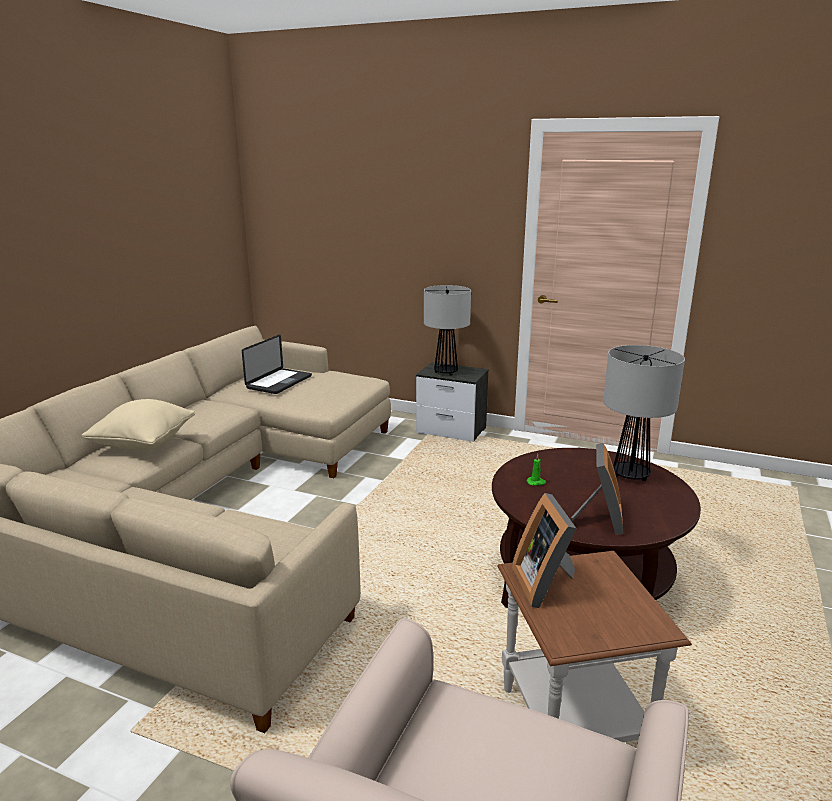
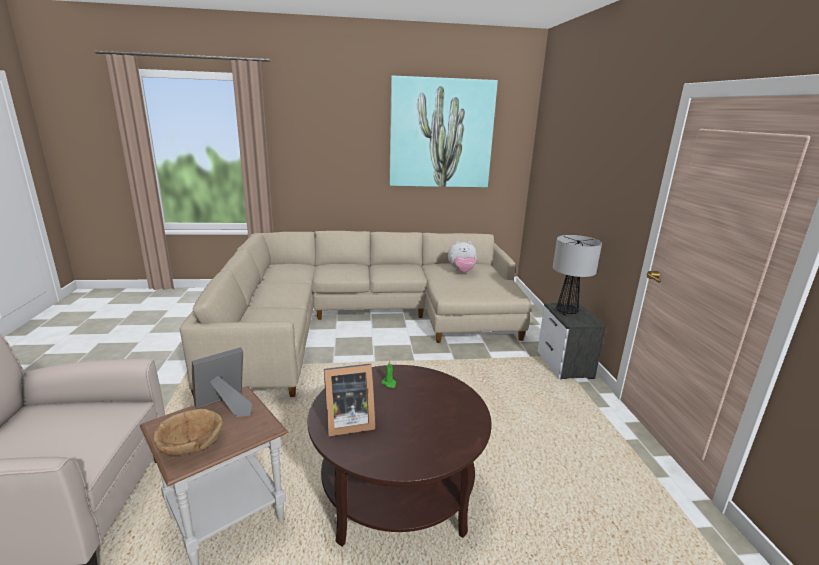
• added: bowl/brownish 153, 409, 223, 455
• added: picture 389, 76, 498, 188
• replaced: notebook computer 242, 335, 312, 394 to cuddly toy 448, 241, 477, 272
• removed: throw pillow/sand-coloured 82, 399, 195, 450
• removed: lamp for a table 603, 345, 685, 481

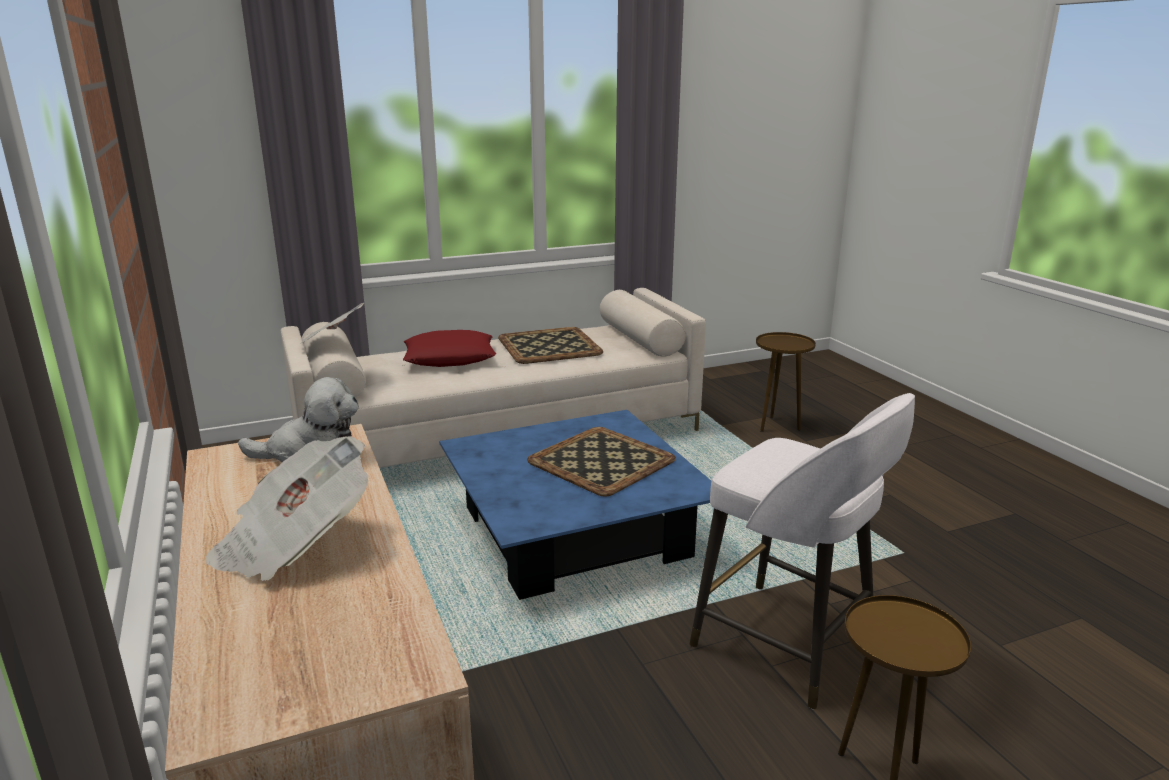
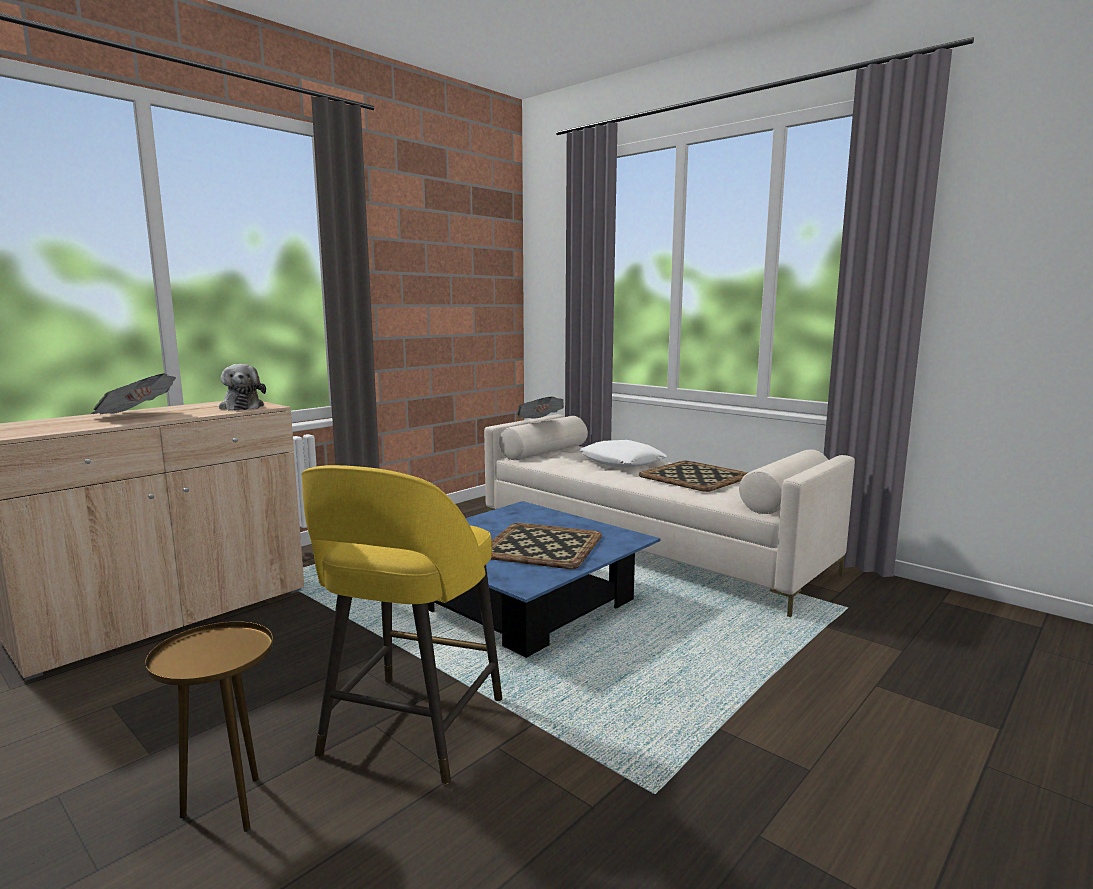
• recoloured: sitting stool/white-coloured 690, 393, 915, 709 to sitting stool/yellow 301, 465, 502, 784
• recoloured: throw pillow/reddish 403, 330, 496, 367 to throw pillow/white-coloured 579, 440, 667, 467
• removed: accent table/brownish 756, 332, 816, 432

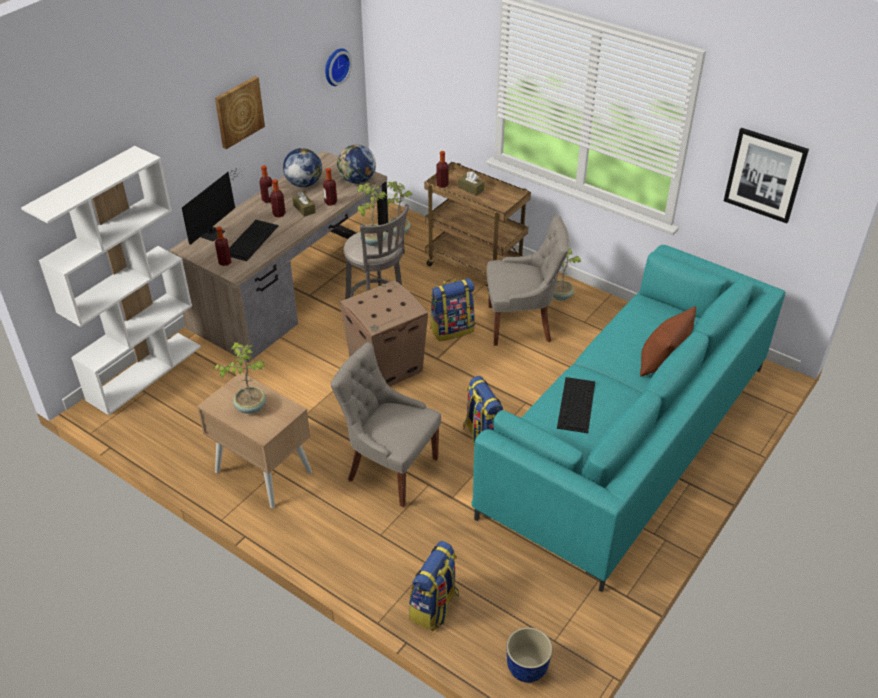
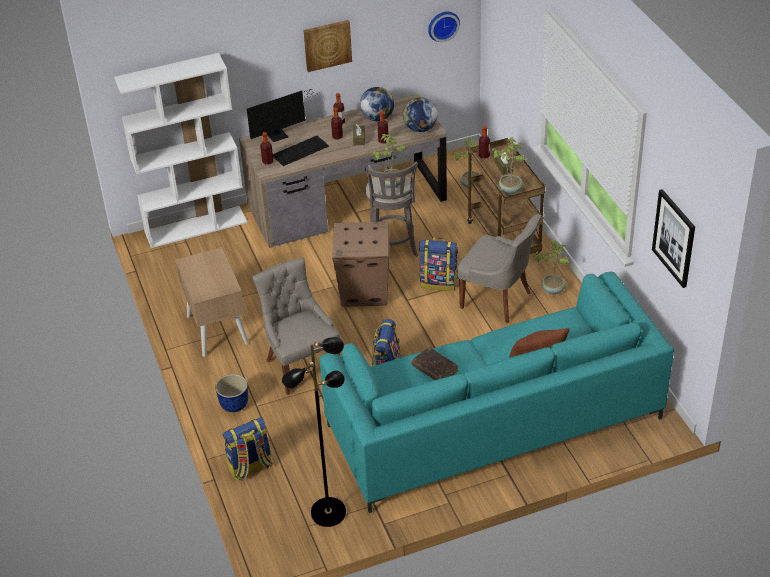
• moved: plant pot 506, 627, 553, 683 to 215, 374, 248, 412
• added: standard lamp/blackish 282, 337, 346, 527
• replaced: PC keyboard 557, 377, 595, 433 to volume/brownish 411, 347, 458, 380
• moved: potted plant 214, 342, 266, 414 to 491, 137, 526, 194

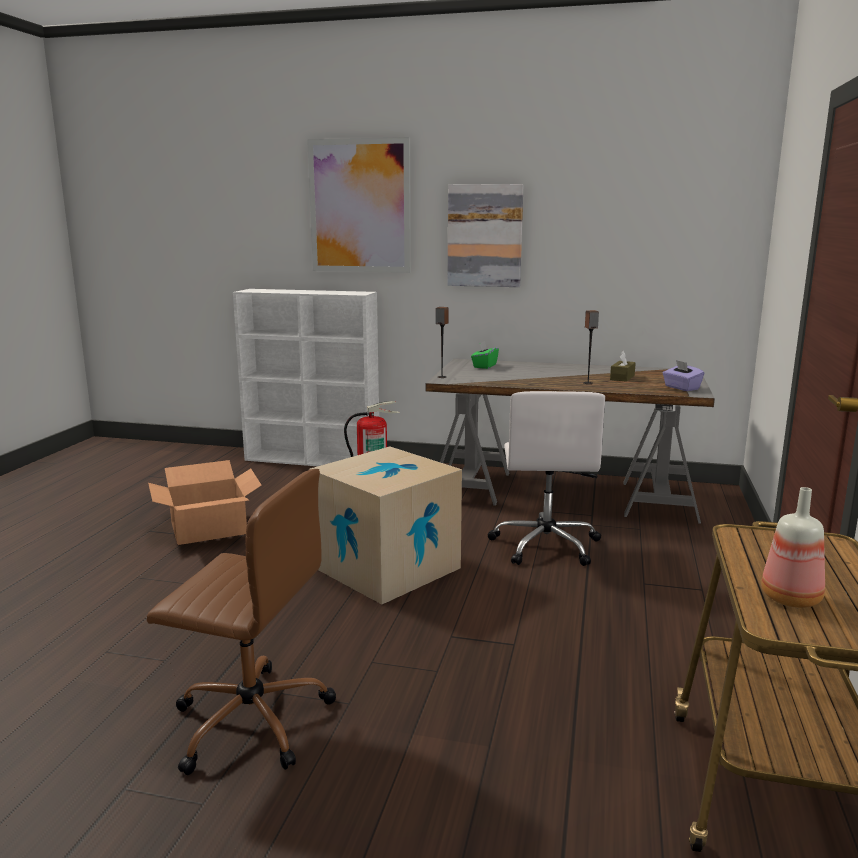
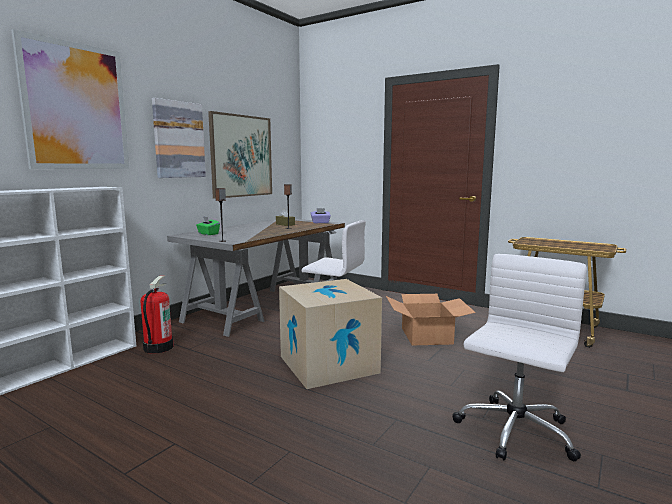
• added: picture 208, 111, 272, 199
• moved: cardboard box 148, 460, 262, 545 to 386, 294, 476, 345
• recoloured: computer chair/brownish 147, 469, 336, 775 to computer chair/white-coloured 453, 254, 587, 461
• removed: beverage bottle 761, 487, 825, 608

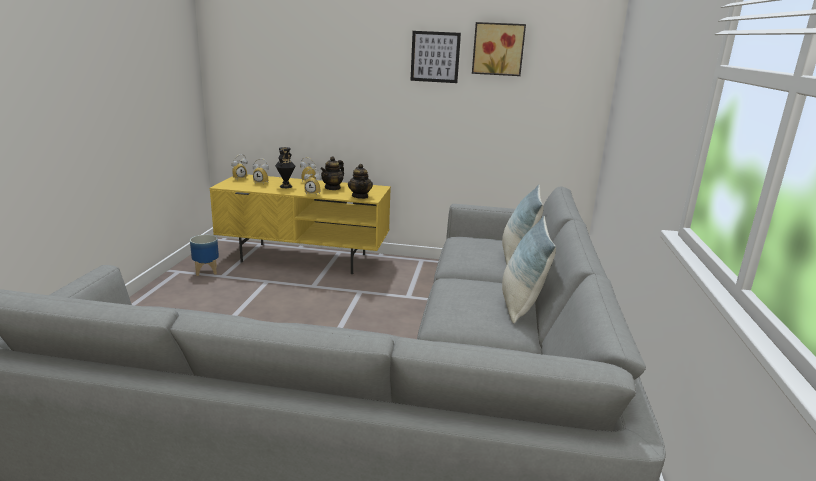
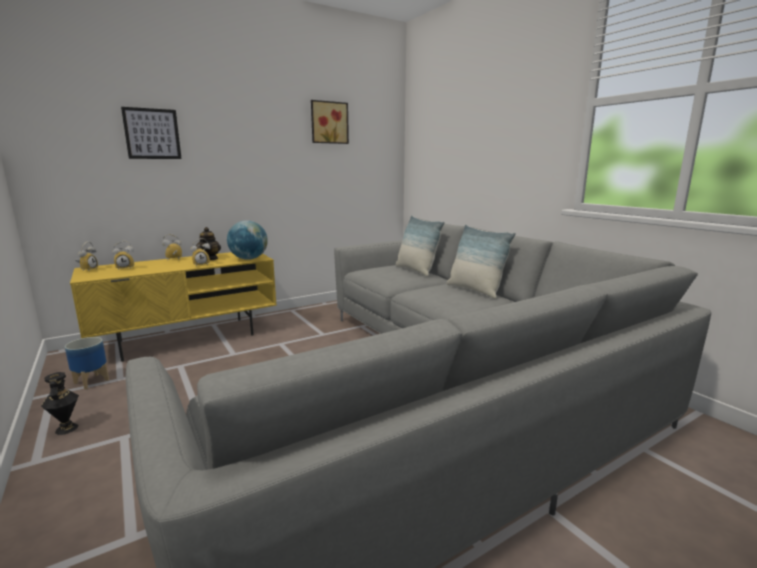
• moved: vase/blackish 275, 147, 296, 188 to 41, 372, 79, 435
• moved: picture 410, 31, 461, 83 to 121, 107, 182, 159
• replaced: tea pot 348, 164, 373, 199 to world globe 227, 220, 268, 260

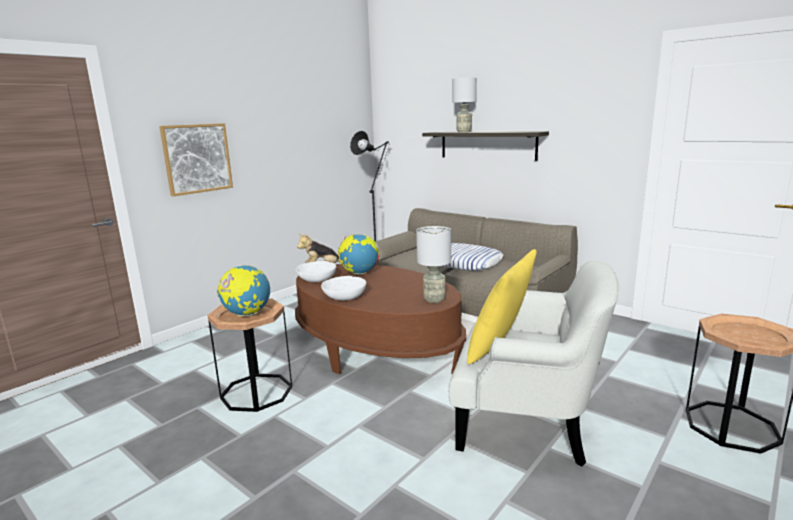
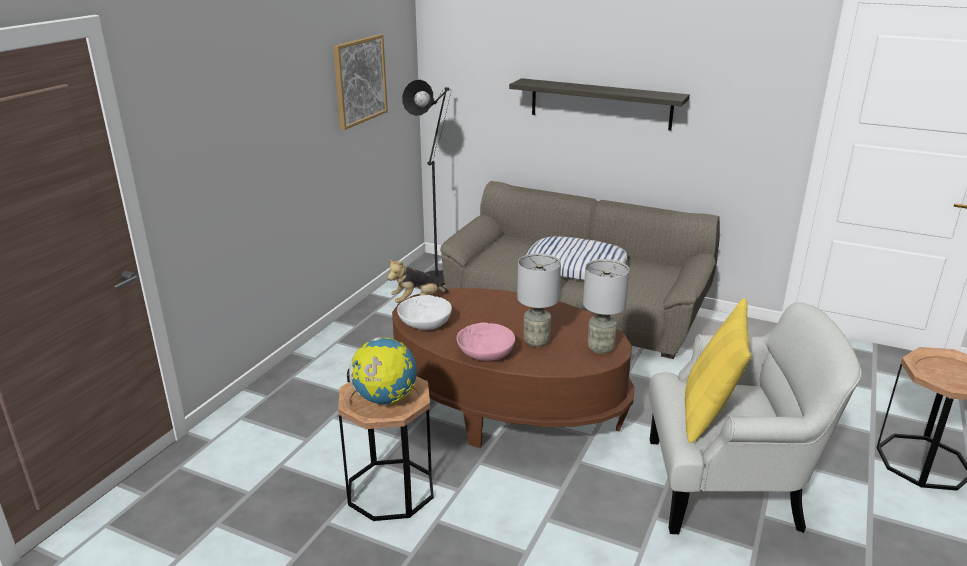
• moved: picture 159, 123, 233, 196 to 333, 34, 388, 130
• recoloured: bowl/white-coloured 321, 276, 366, 300 to bowl/pink 457, 322, 515, 361
• moved: lamp for a table/grey 452, 77, 477, 132 to 517, 253, 561, 347
• removed: world globe 338, 234, 380, 275

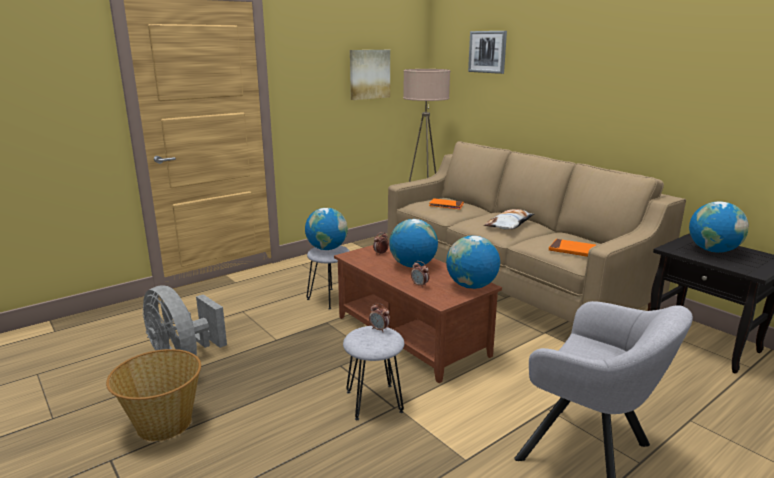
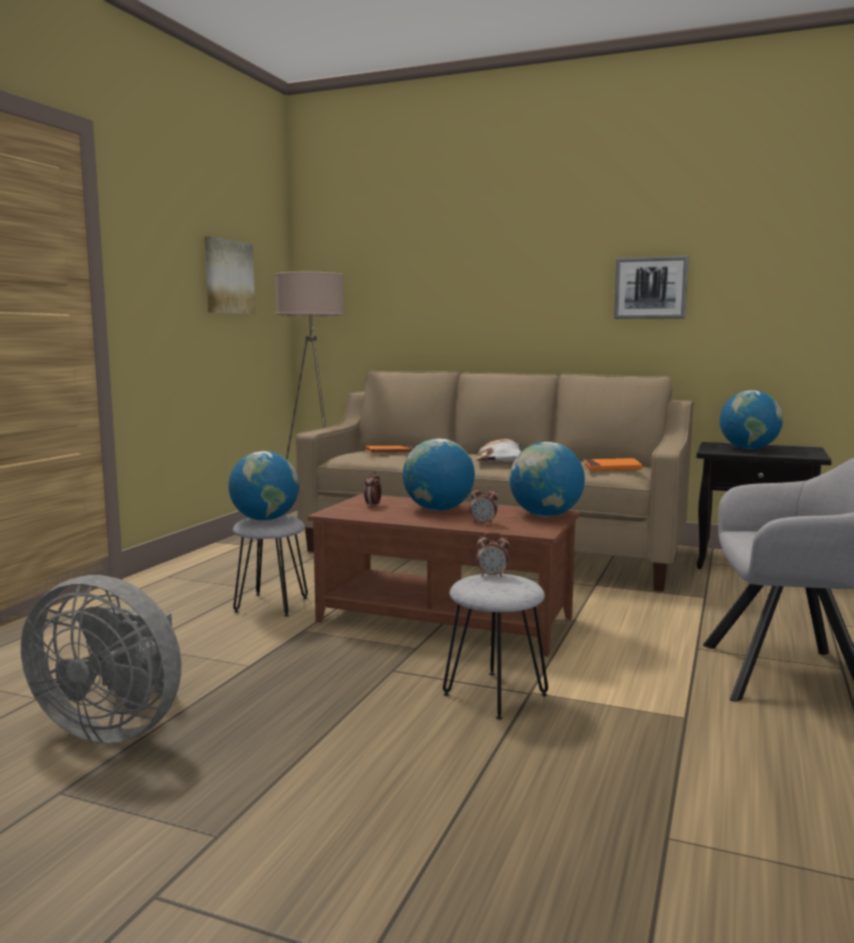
• moved: picture 468, 31, 507, 74 to 614, 256, 689, 319
• removed: household basket 106, 349, 201, 441

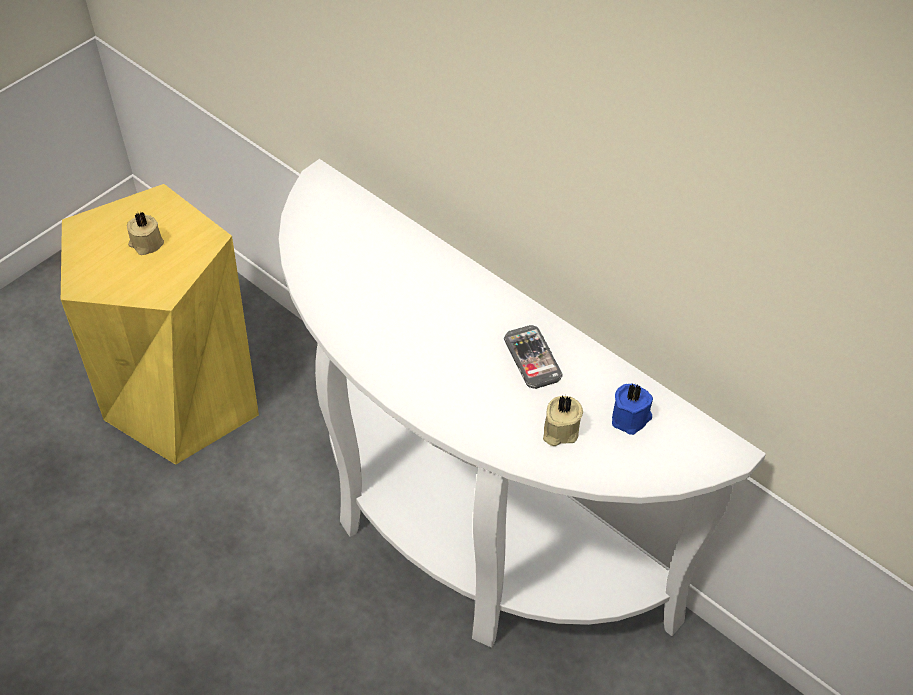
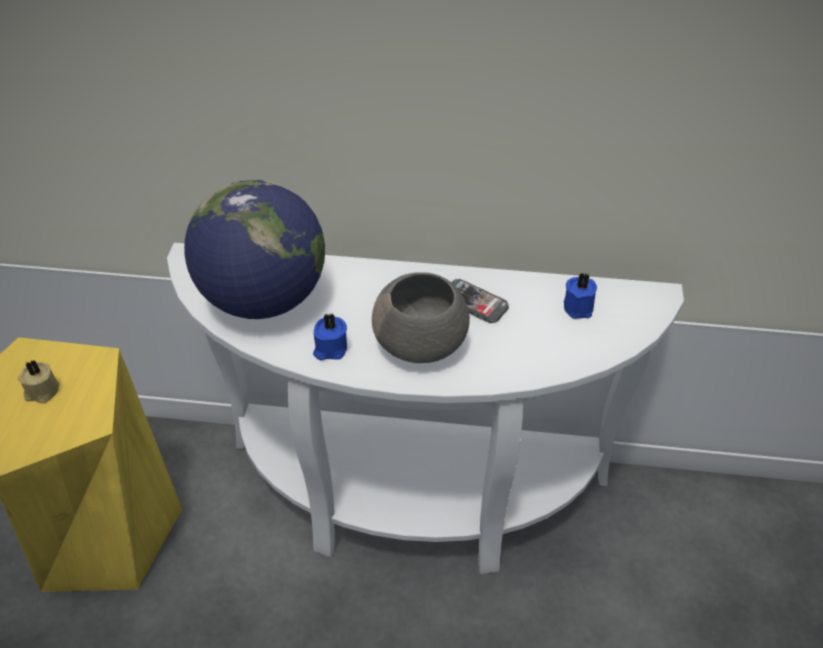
• added: world globe 184, 180, 325, 319
• added: wax candle/blue 313, 313, 347, 360
• added: bowl/grey 372, 272, 470, 363
• removed: wax candle/sand-coloured 543, 395, 583, 446

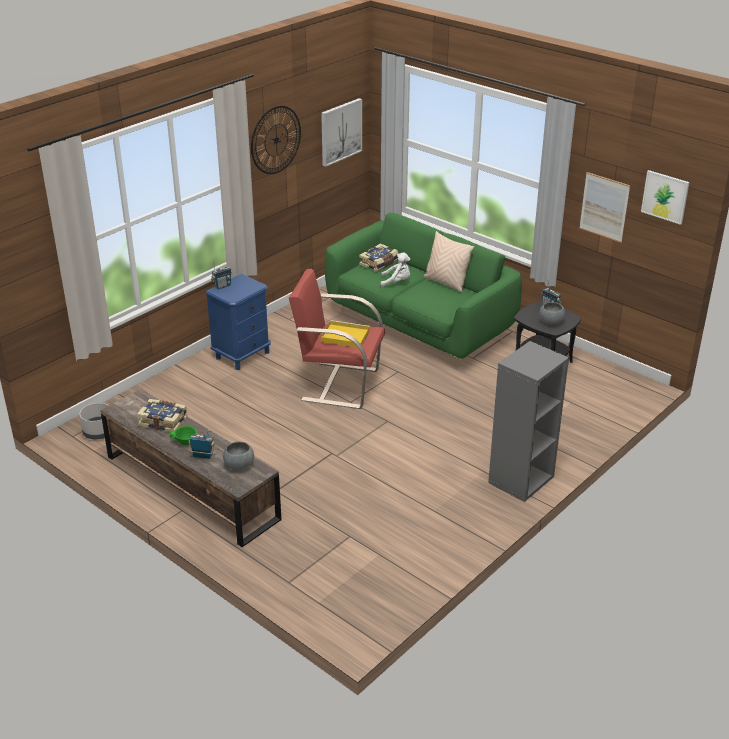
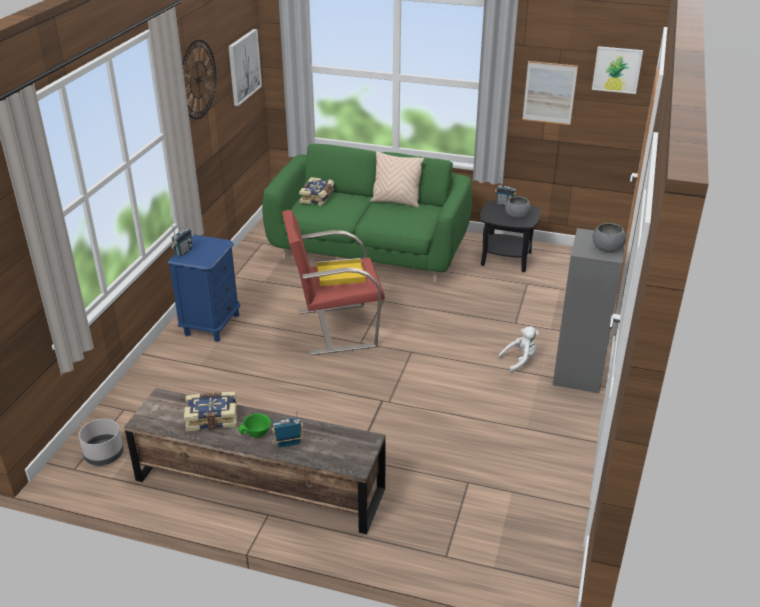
• moved: cuddly toy/white-coloured 381, 252, 410, 287 to 498, 326, 539, 372
• moved: bowl/grey 223, 442, 254, 470 to 592, 223, 626, 252

